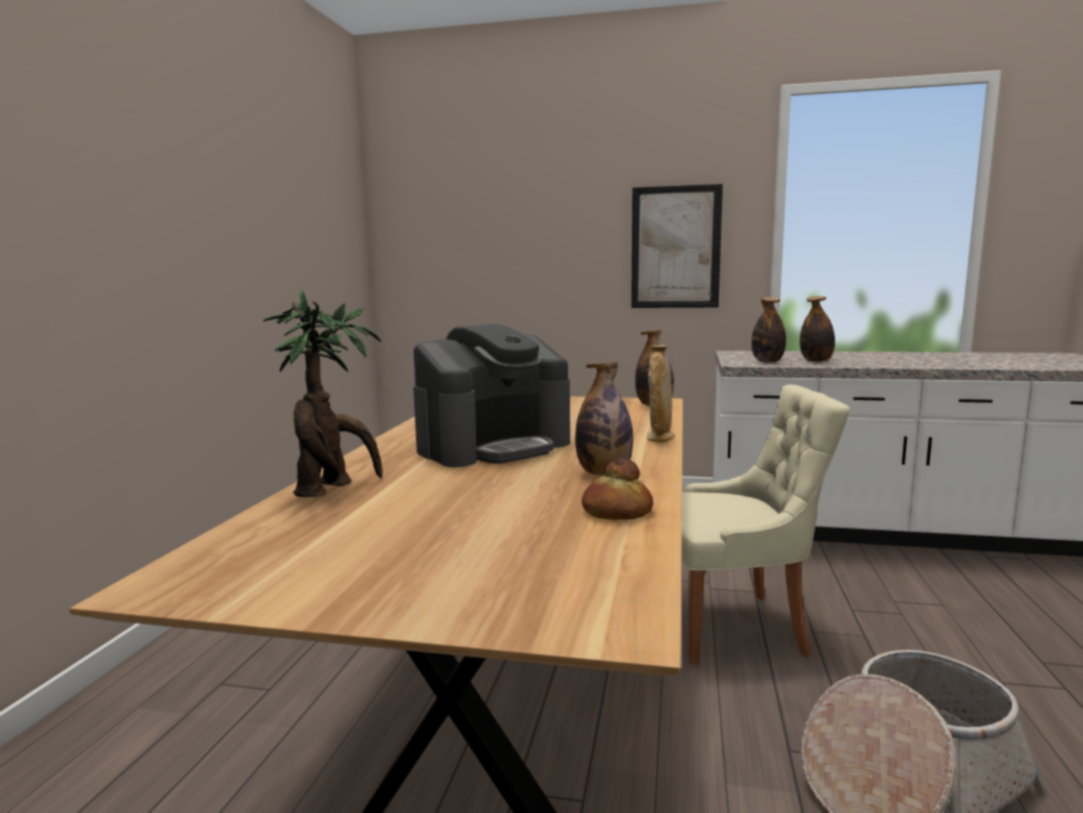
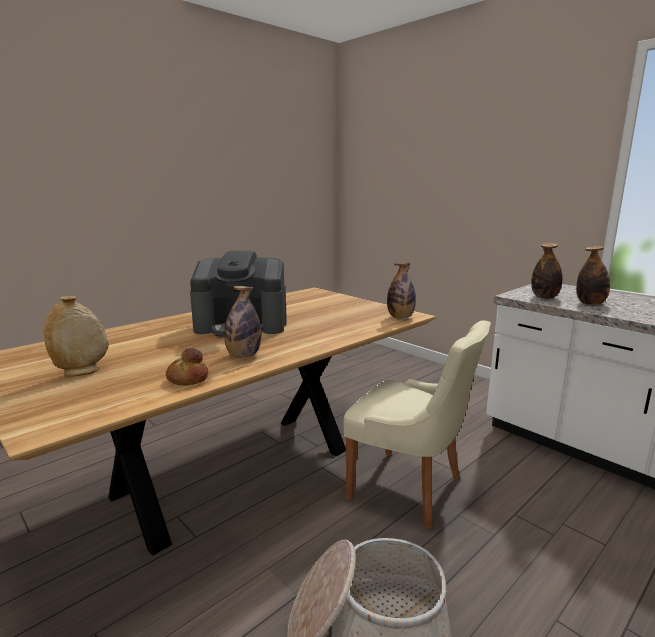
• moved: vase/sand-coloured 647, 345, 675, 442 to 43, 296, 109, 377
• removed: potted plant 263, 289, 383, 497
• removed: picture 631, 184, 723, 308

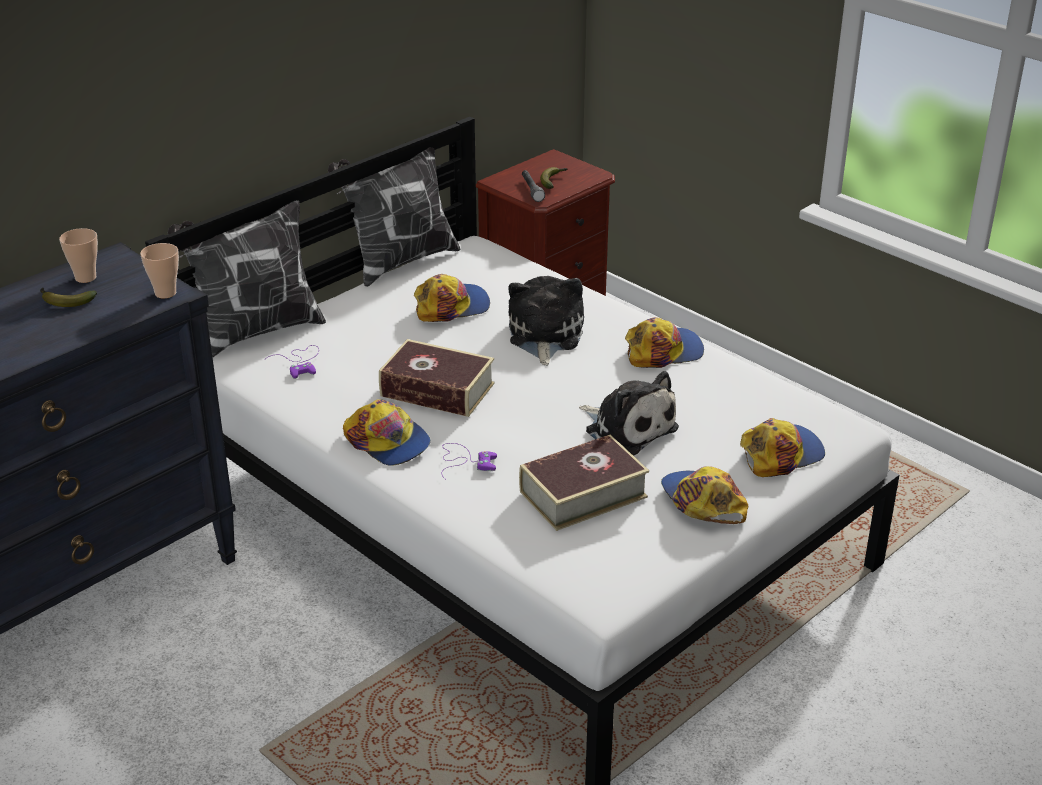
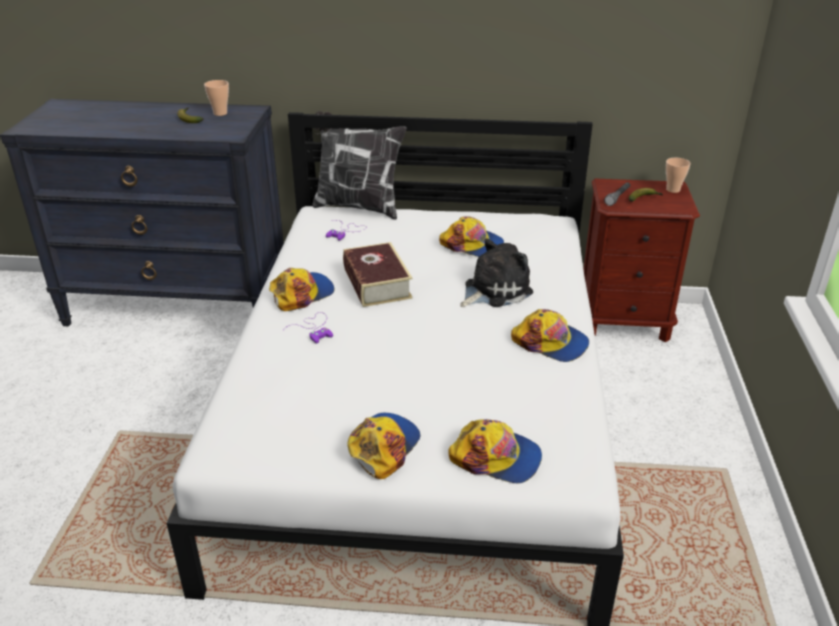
• turned: baseball cap 343, 399, 431, 466 = 269, 268, 335, 311 135 degrees counterclockwise
• moved: cup 140, 243, 179, 298 to 666, 158, 691, 193
• removed: throw pillow 328, 147, 461, 287
• removed: volume 519, 435, 649, 531
• removed: cuddly toy 579, 371, 679, 456

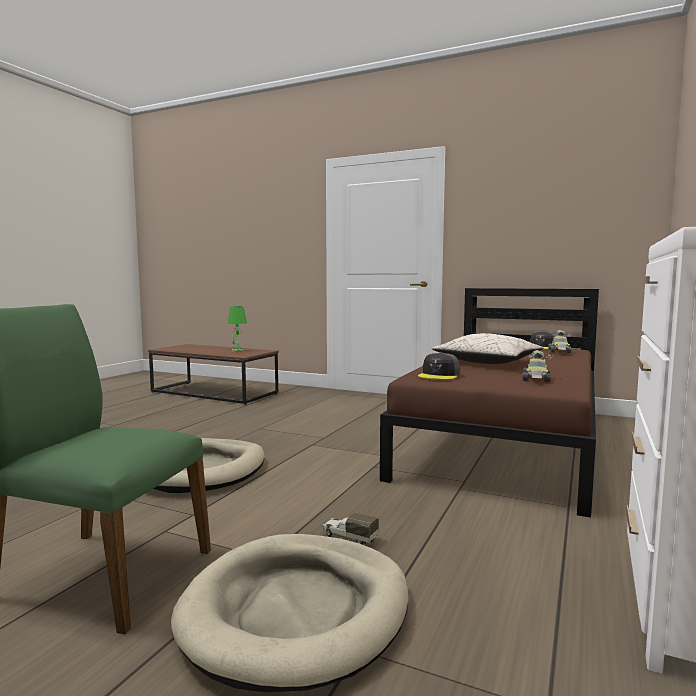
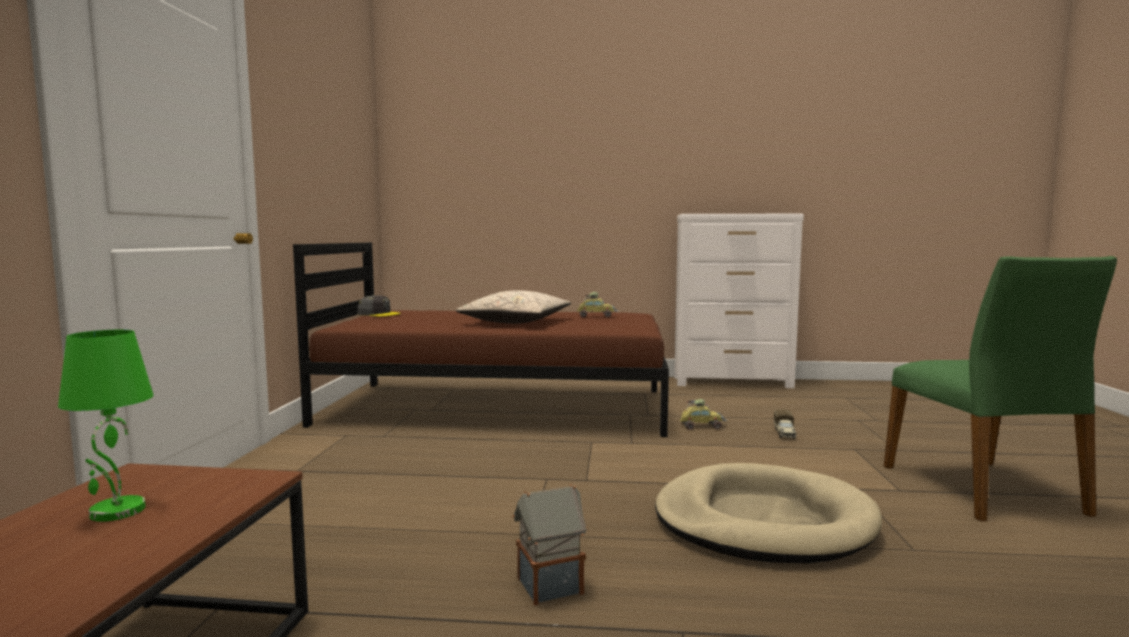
• added: model house 512, 484, 588, 606
• moved: miniature car 548, 330, 572, 353 to 680, 399, 728, 430
• removed: pet bed/sand-coloured 171, 534, 409, 692
• removed: baseball cap/grey 418, 353, 460, 380

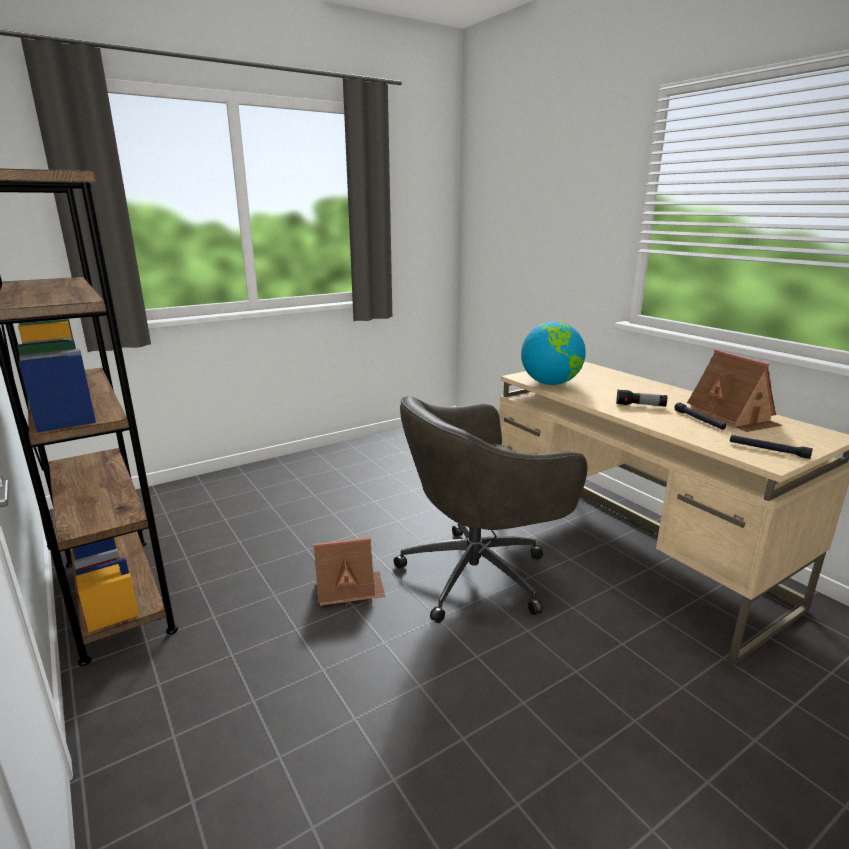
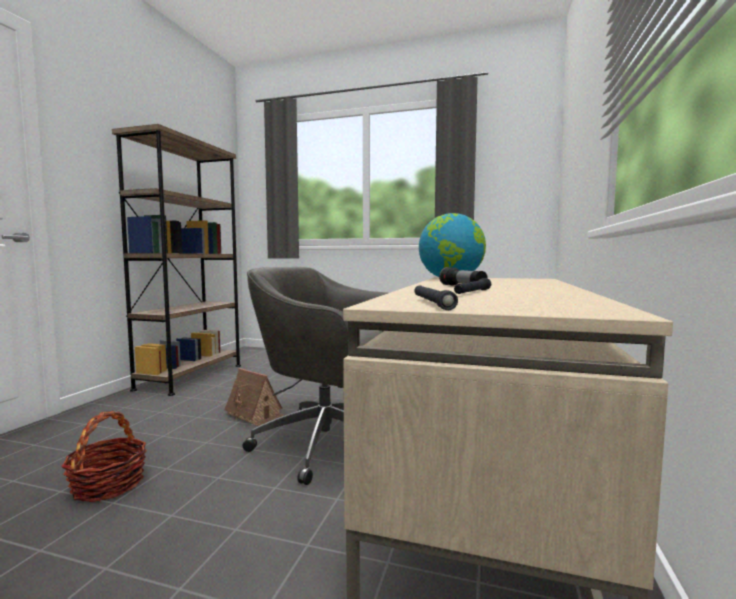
• added: household basket 61, 411, 147, 502
• removed: model house 687, 349, 782, 432

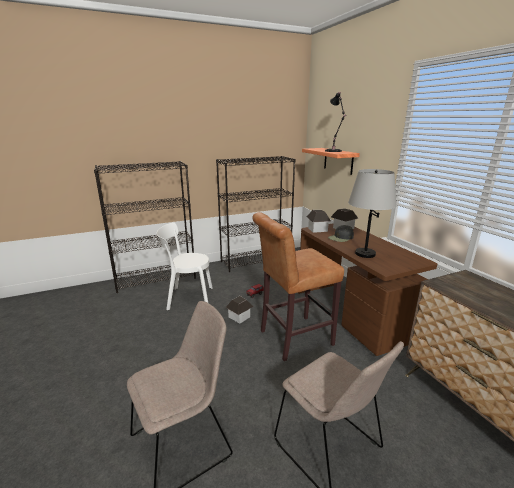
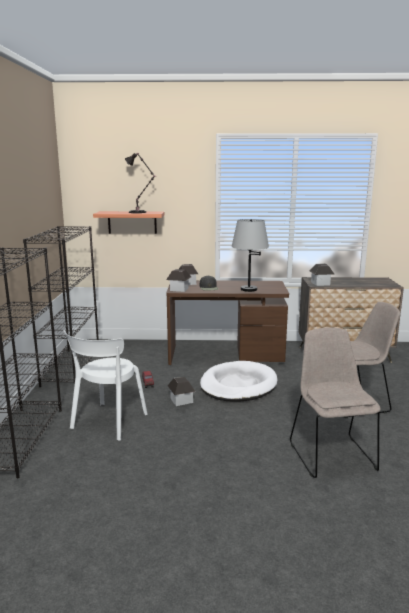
• replaced: sitting stool/brownish 253, 212, 344, 361 to pet bed/white-coloured 200, 361, 278, 402
• added: model house 310, 263, 334, 286

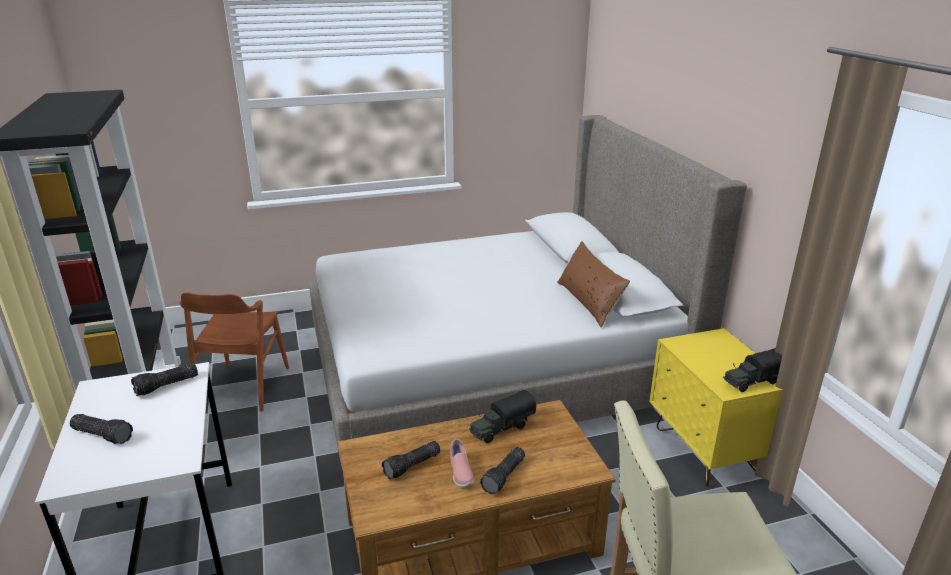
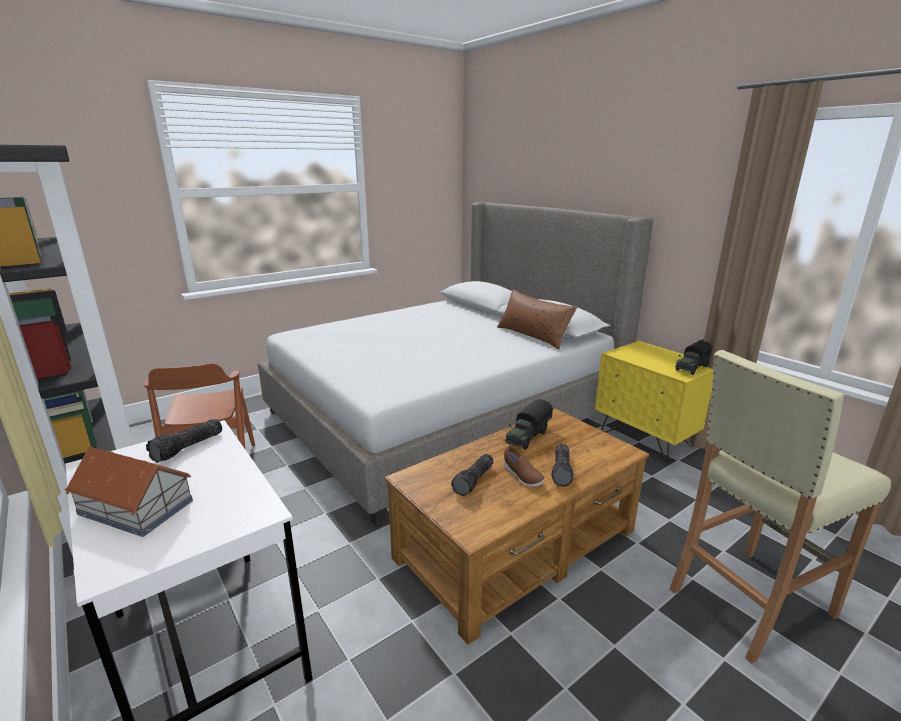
• replaced: flashlight 69, 414, 133, 444 to model house 65, 447, 193, 537
• recoloured: low shoe/pink 450, 439, 474, 487 to low shoe/brownish 504, 446, 545, 487

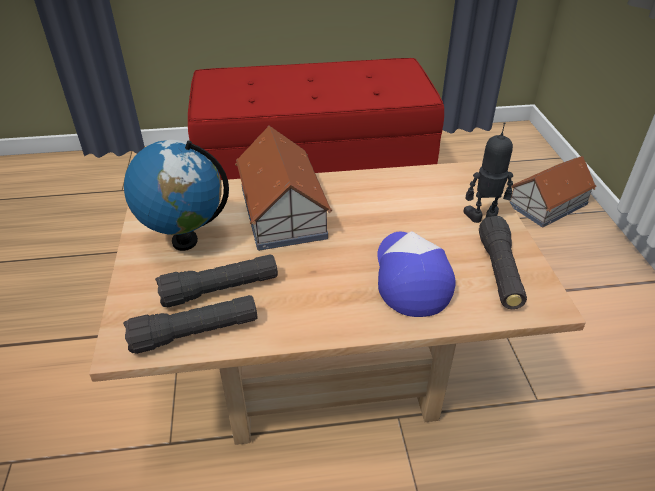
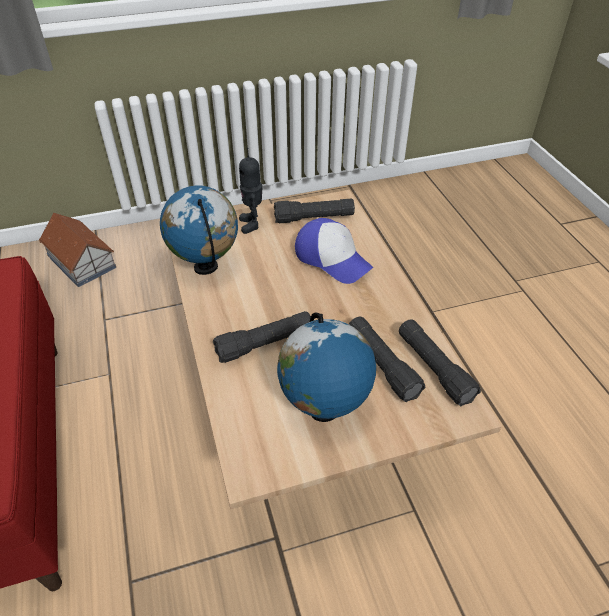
• added: world globe 160, 185, 238, 275
• replaced: model house 235, 126, 332, 251 to flashlight/blackish 213, 311, 311, 363
• turned: baseball cap 377, 232, 456, 317 = 295, 218, 373, 284 120 degrees counterclockwise

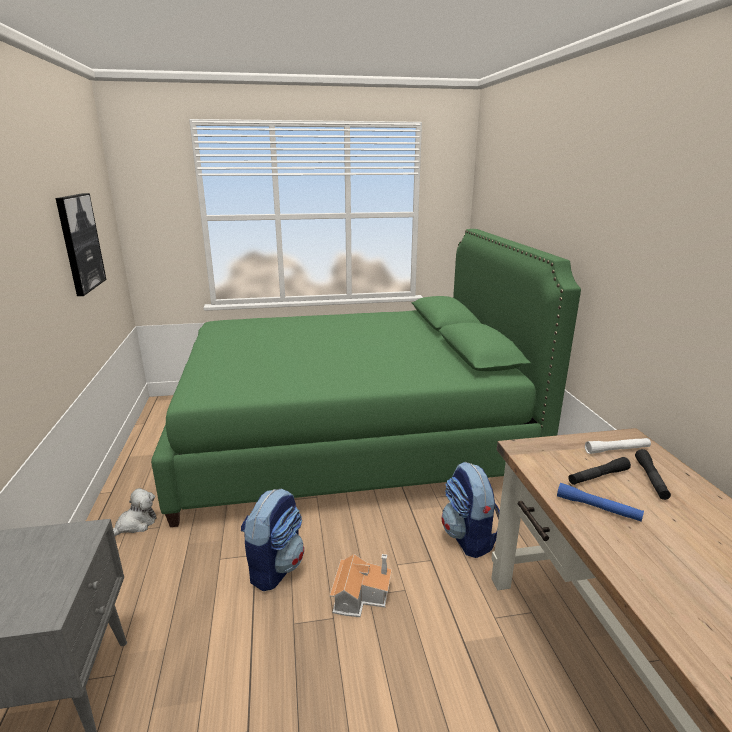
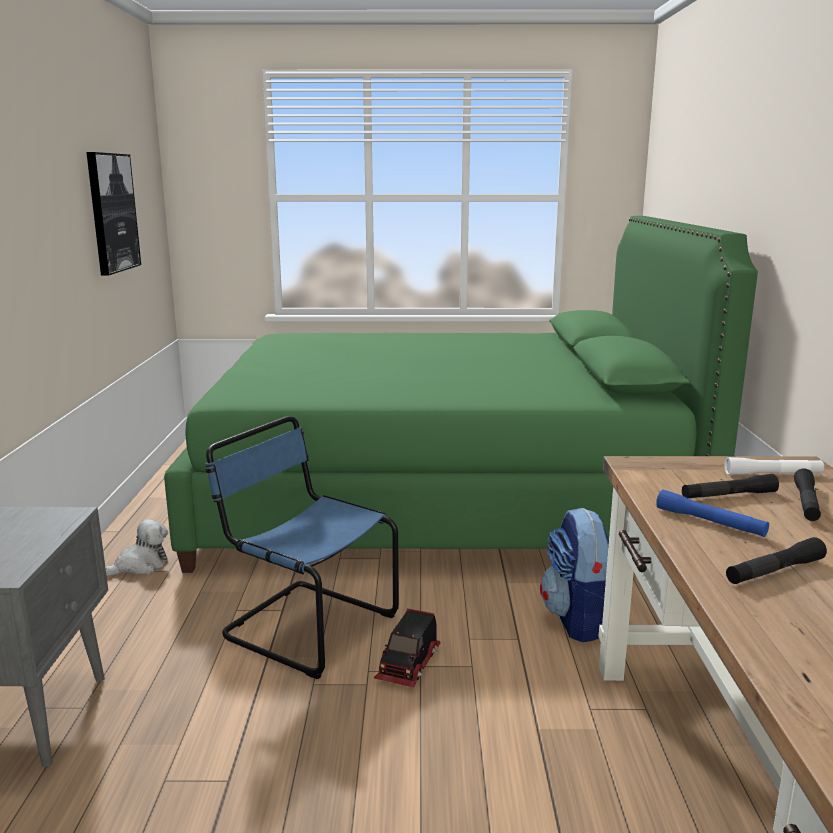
• replaced: knapsack 241, 488, 304, 591 to upright chair/blue 205, 416, 399, 679
• replaced: model house 330, 554, 392, 617 to toy truck 374, 609, 440, 688
• added: flashlight/blackish 726, 537, 827, 584

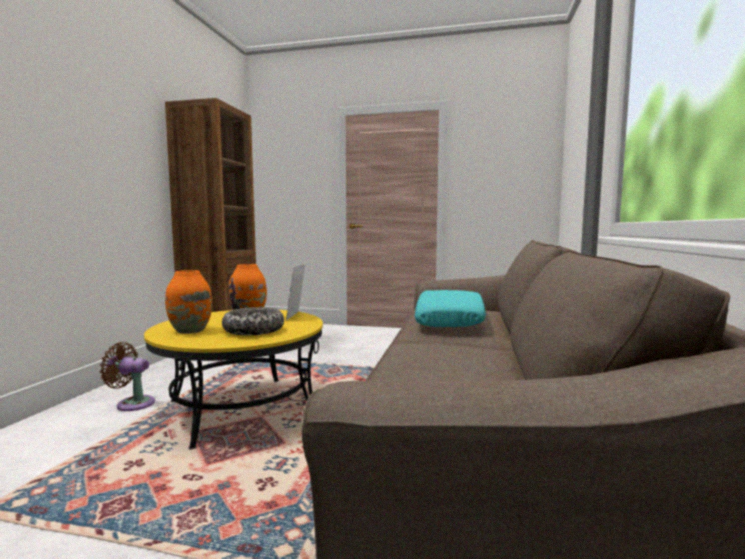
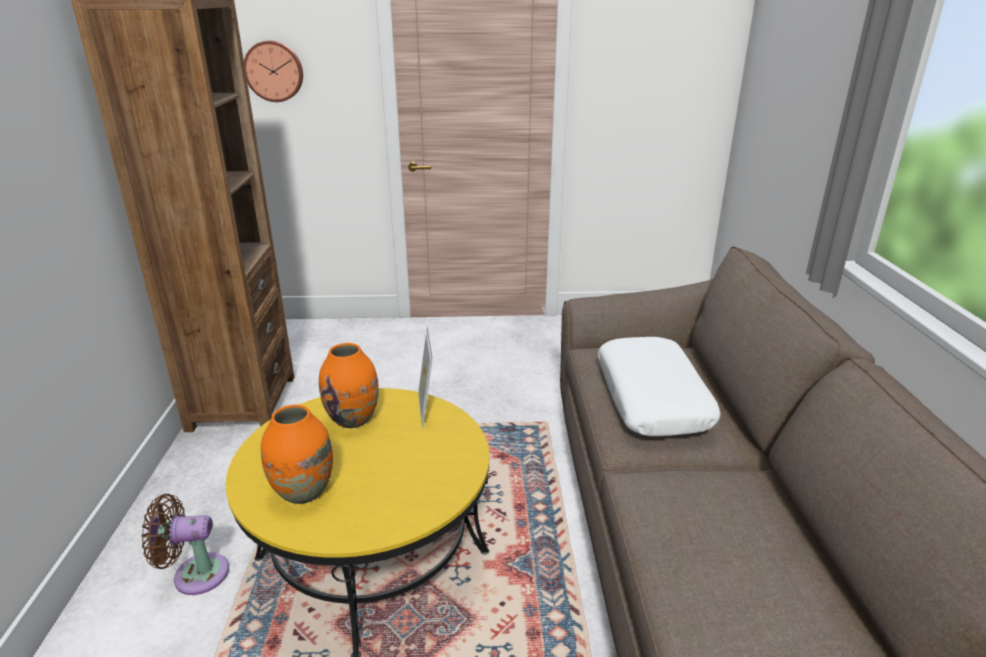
• added: clock on the wall 244, 41, 303, 102
• recoloured: throw pillow/turquoise 415, 290, 486, 327 to throw pillow/white-coloured 598, 337, 721, 437
• removed: bowl 222, 307, 284, 335

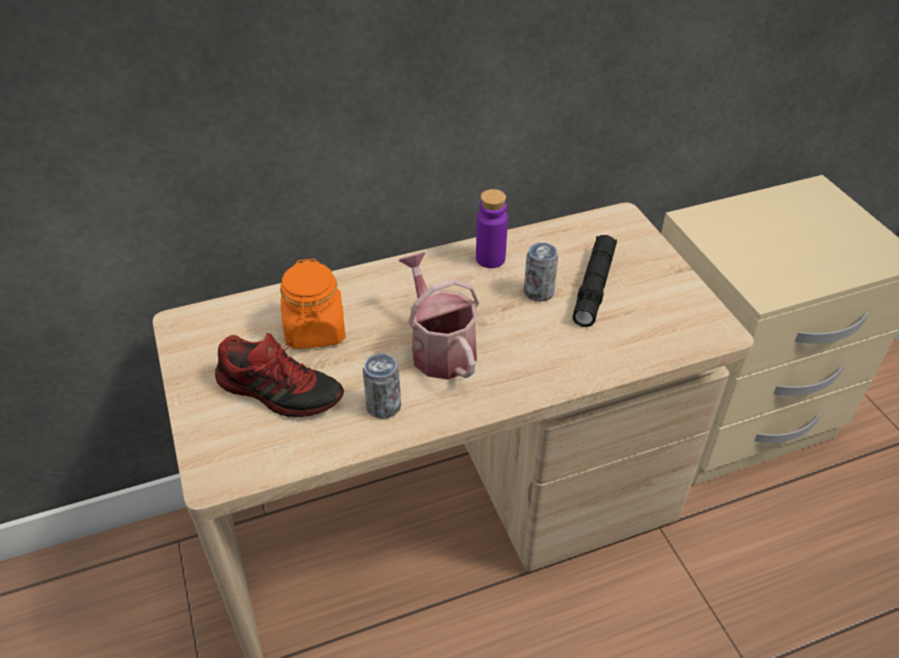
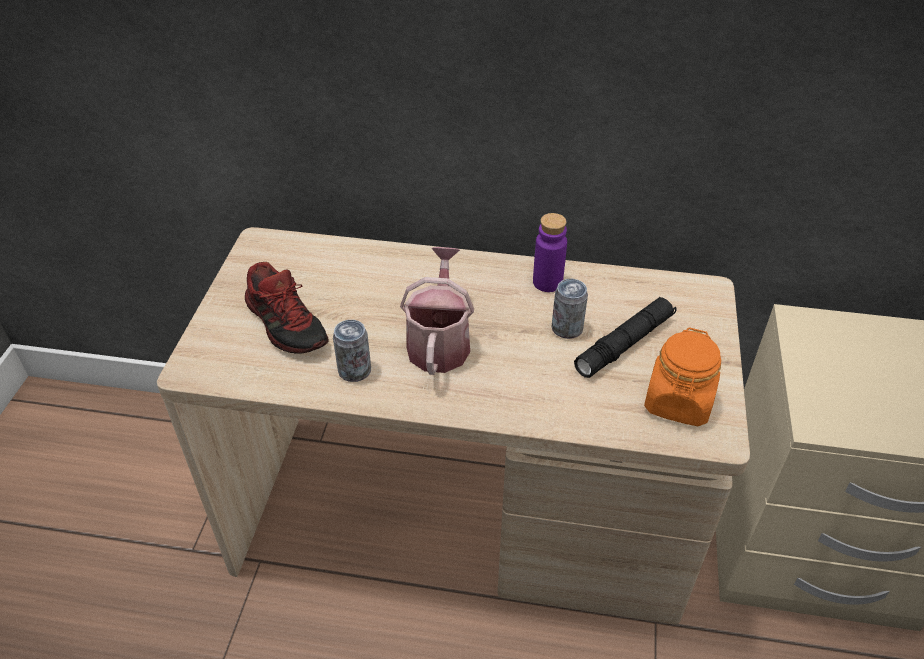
• moved: preserve jar/orangey 280, 259, 346, 349 to 644, 327, 721, 426

